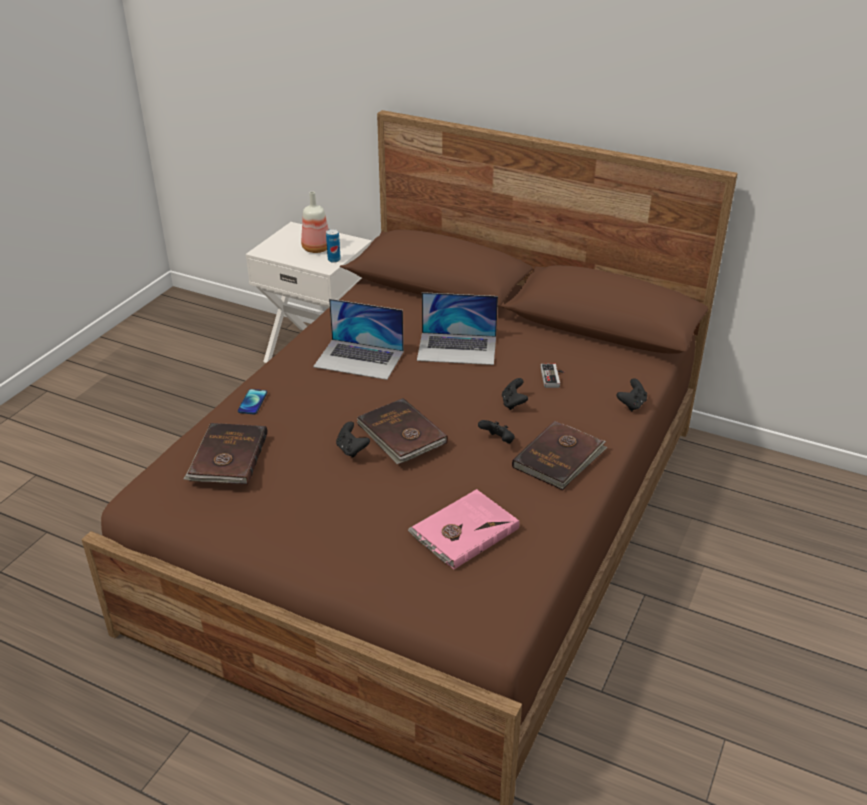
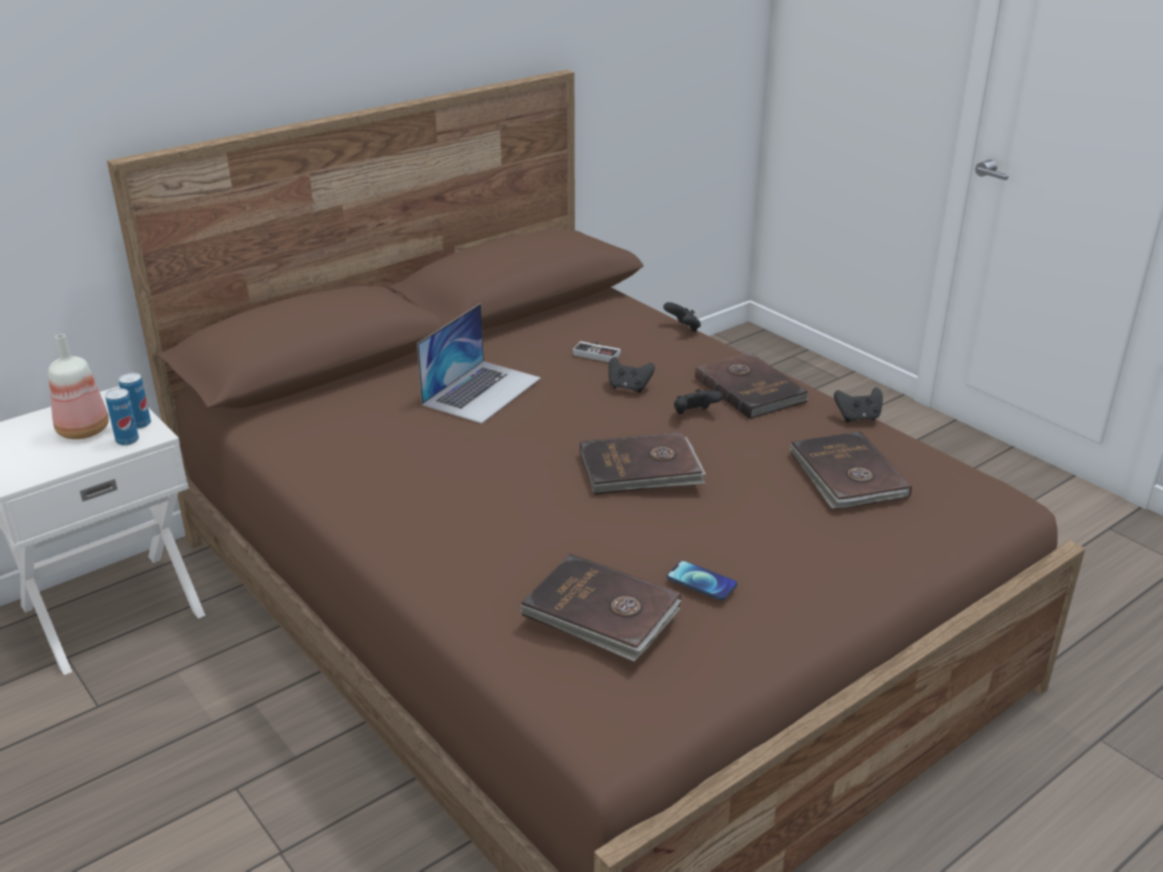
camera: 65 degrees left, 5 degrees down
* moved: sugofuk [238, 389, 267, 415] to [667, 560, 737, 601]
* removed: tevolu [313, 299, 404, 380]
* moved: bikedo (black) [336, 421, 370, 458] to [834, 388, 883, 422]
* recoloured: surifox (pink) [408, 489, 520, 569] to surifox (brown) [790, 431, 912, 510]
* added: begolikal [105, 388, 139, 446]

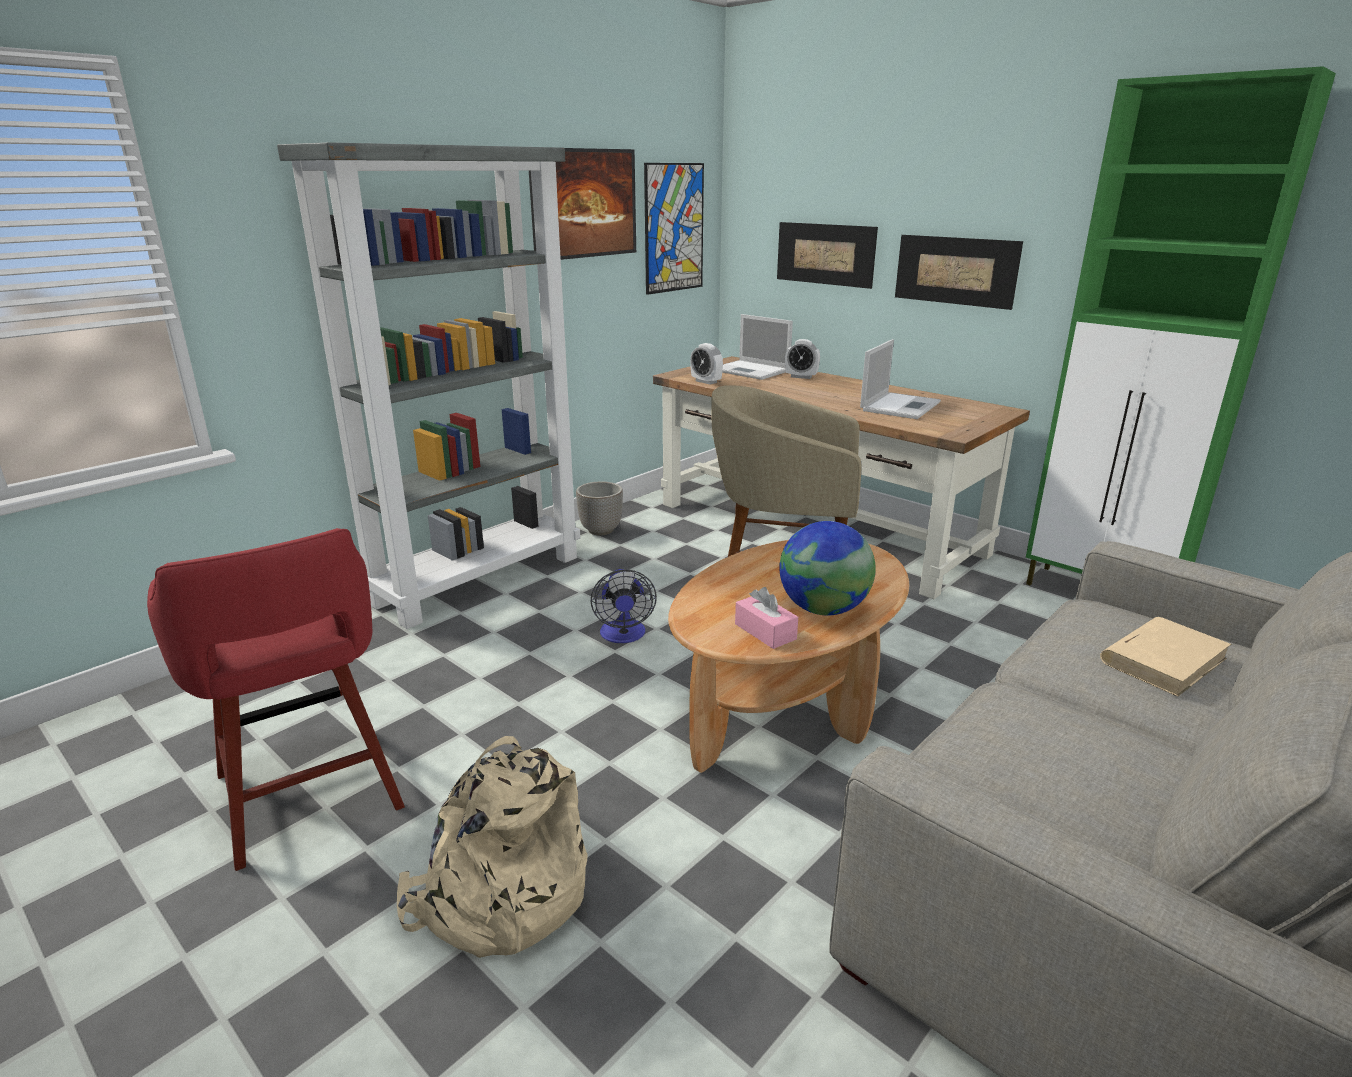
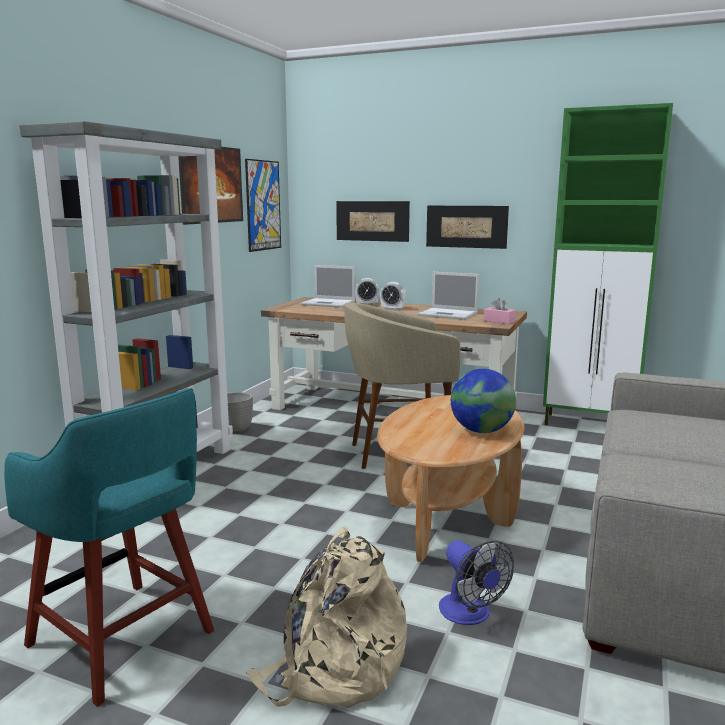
camera: 20 degrees left, 10 degrees down
* recoloured: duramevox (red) [147, 528, 405, 871] to duramevox (turquoise) [4, 388, 214, 707]
* moved: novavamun [591, 569, 657, 643] to [439, 541, 514, 625]
* moved: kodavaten [690, 343, 723, 385] to [380, 282, 406, 311]
* moved: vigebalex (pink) [735, 587, 798, 649] to [484, 298, 516, 324]
* turned: tevolu [860, 339, 941, 419] = [418, 272, 479, 320] 105 degrees clockwise
* removed: surifox (beige) [1100, 617, 1231, 697]

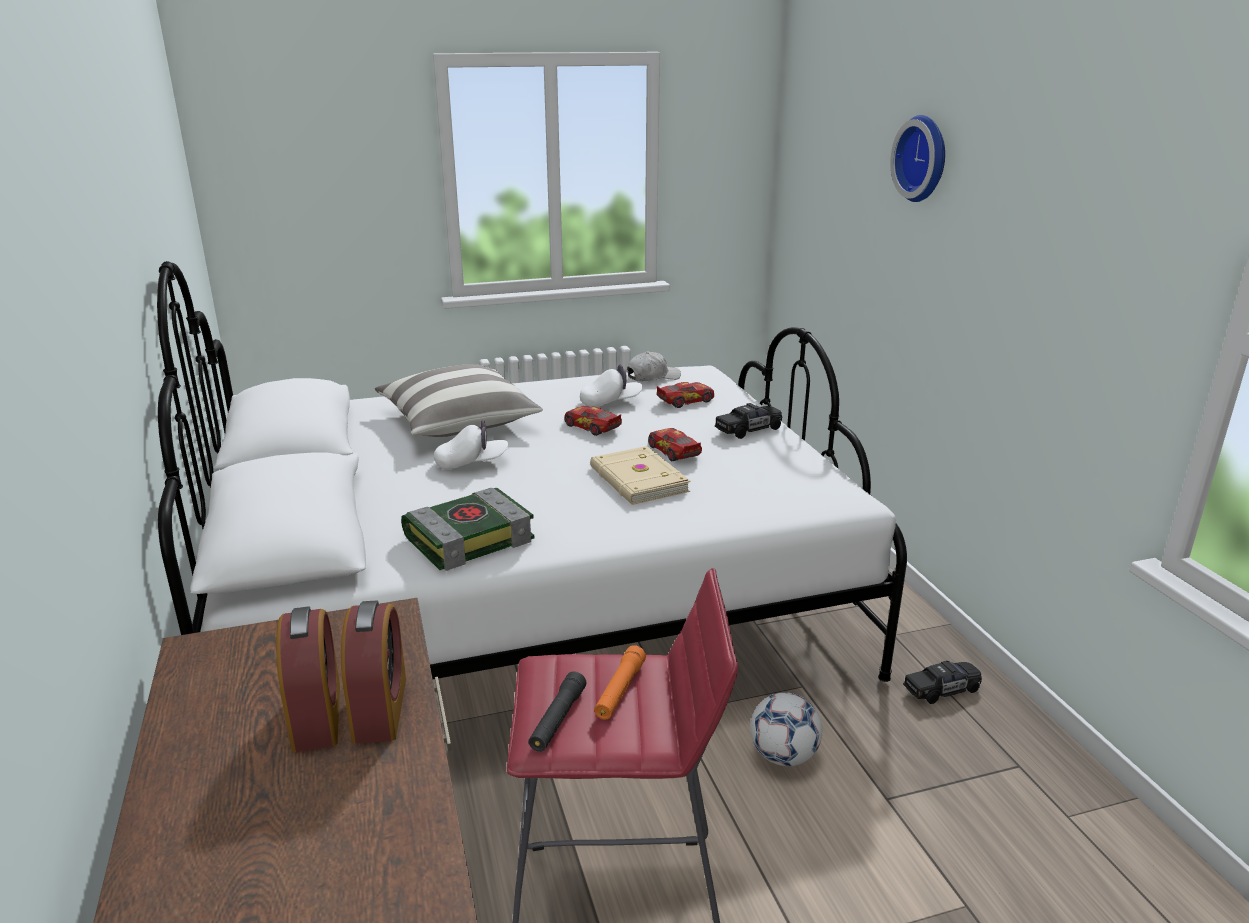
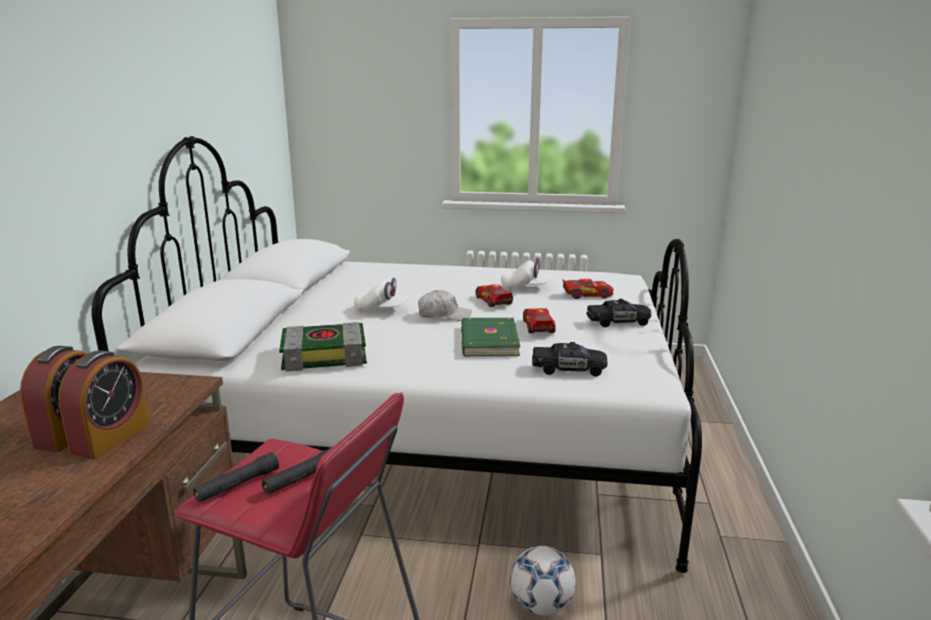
camera: 25 degrees right, 5 degrees down
* removed: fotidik [375, 364, 543, 437]
* recoloured: surifox (beige) [590, 446, 690, 505] to surifox (green) [461, 318, 520, 356]
* recoloured: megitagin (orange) [594, 645, 646, 720] to megitagin (black) [262, 446, 334, 495]
* moved: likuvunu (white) [627, 352, 681, 382] to [418, 290, 472, 321]
* removed: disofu [890, 115, 945, 202]
* moved: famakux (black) [903, 661, 982, 704] to [532, 342, 608, 376]

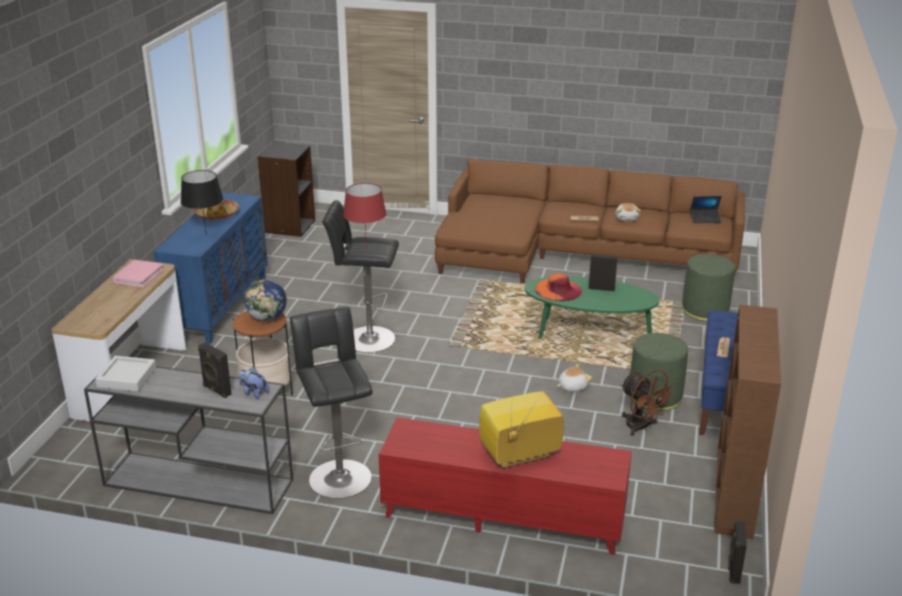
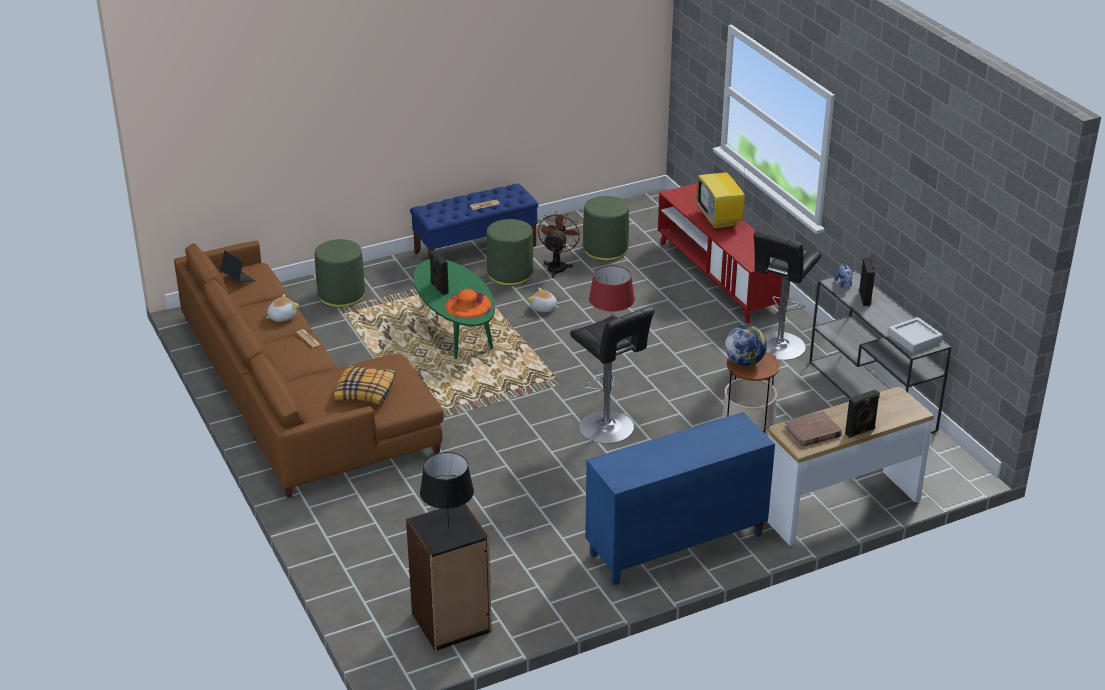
camera: 130 degrees left, 5 degrees up
* recoloured: surifox (pink) [113, 260, 164, 287] to surifox (brown) [784, 411, 842, 447]
* moved: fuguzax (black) [181, 170, 223, 231] to [420, 452, 474, 530]
* removed: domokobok [193, 199, 239, 220]
* turned: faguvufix [479, 391, 564, 469] = [696, 161, 745, 229] 45 degrees clockwise
* removed: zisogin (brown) [714, 304, 781, 539]
* moved: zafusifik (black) [728, 520, 747, 584] to [845, 390, 880, 438]
* added: fotidik [334, 365, 395, 405]
* added: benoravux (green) [583, 196, 629, 261]

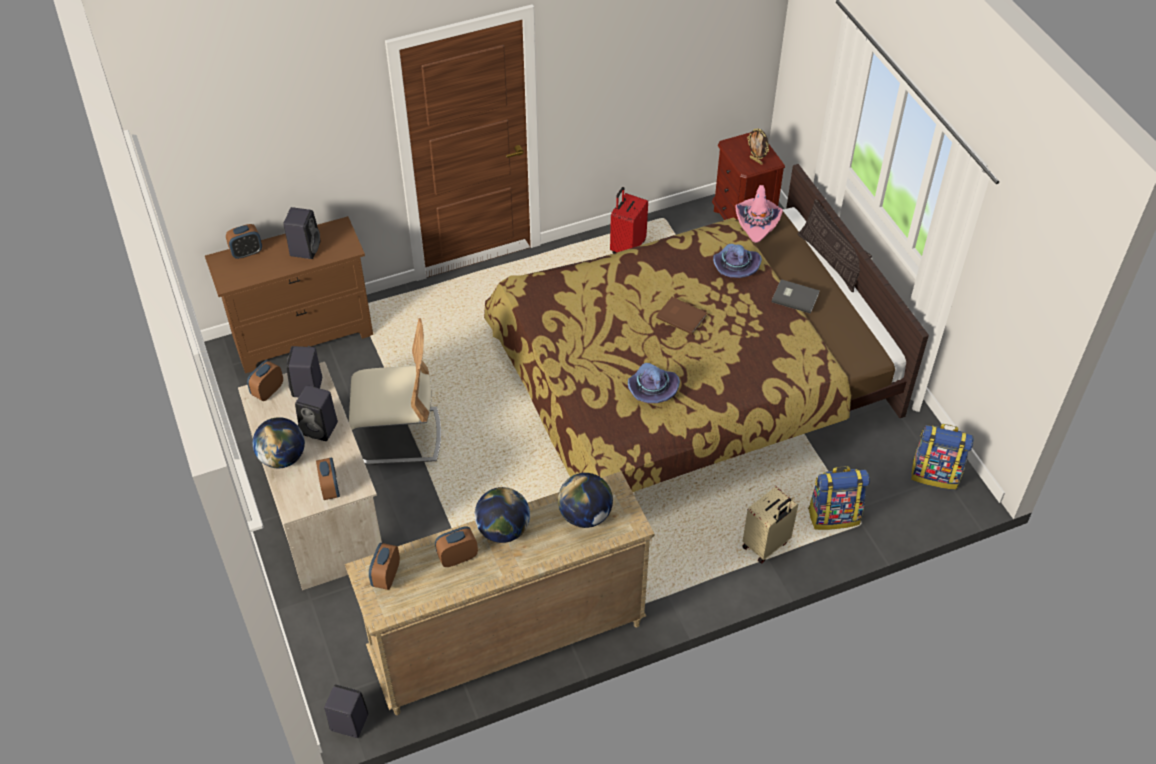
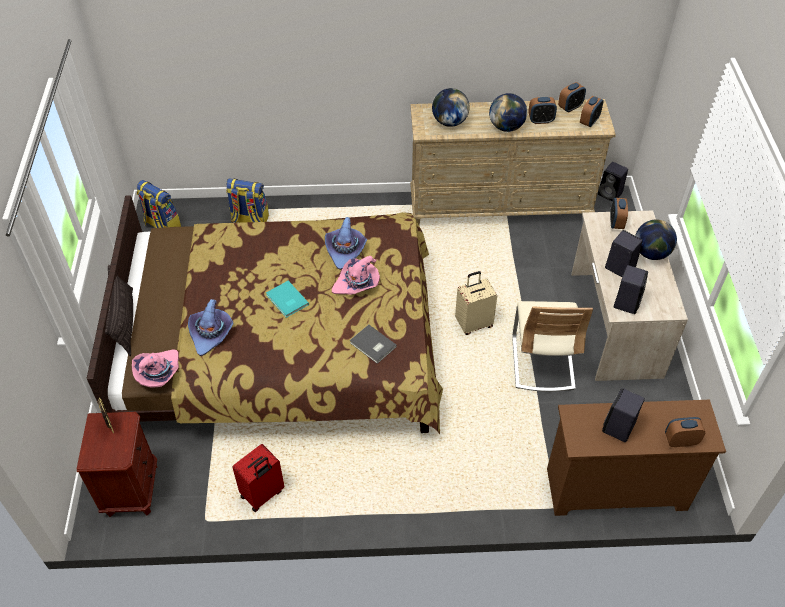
camera: 160 degrees left, 0 degrees up
* moved: kodavaten [247, 360, 283, 401] to [558, 82, 586, 113]
* turned: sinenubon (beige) [349, 318, 441, 465] = [512, 301, 593, 392] 105 degrees counterclockwise
* recoloured: surifox (brown) [656, 297, 707, 334] to surifox (turquoise) [266, 281, 309, 318]
* moved: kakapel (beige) [742, 486, 798, 564] to [455, 271, 497, 335]
* moved: surifox (grey) [772, 279, 820, 314] to [350, 325, 397, 364]
* added: domokobok (pink) [332, 256, 380, 295]

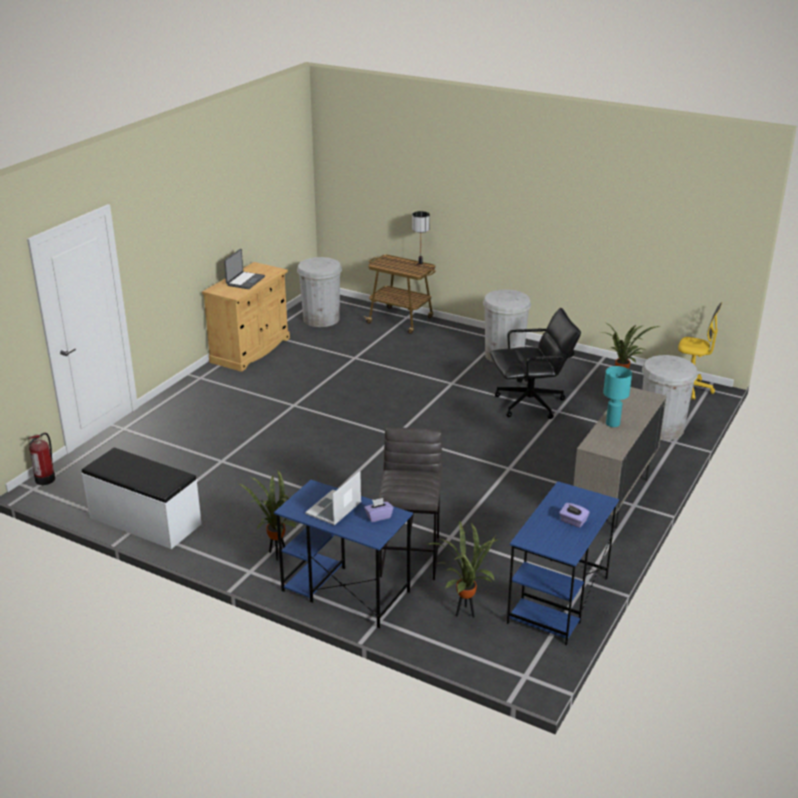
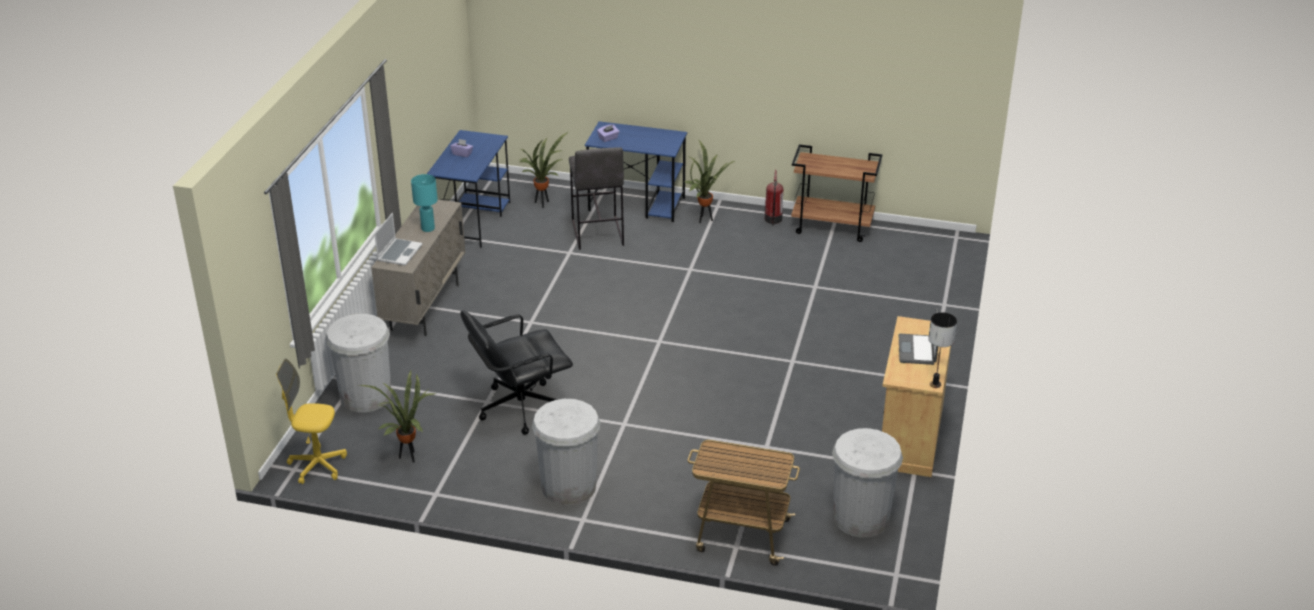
camera: 165 degrees right, 5 degrees up
* moved: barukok [28, 433, 55, 485] to [765, 170, 783, 225]
* replaced: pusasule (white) [82, 448, 202, 549] to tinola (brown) [791, 144, 882, 242]
* moved: tevolu [305, 471, 361, 525] to [374, 213, 423, 266]
* moved: fuguzax [412, 211, 430, 266] to [928, 312, 957, 388]

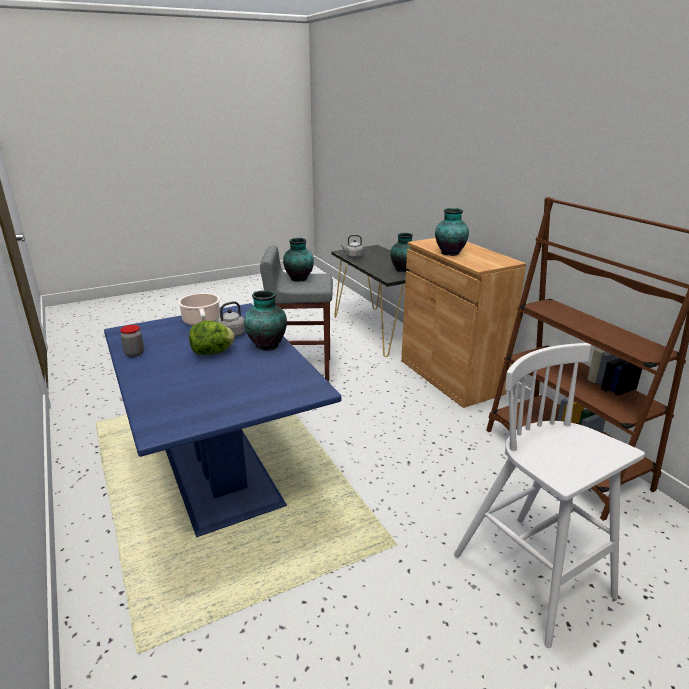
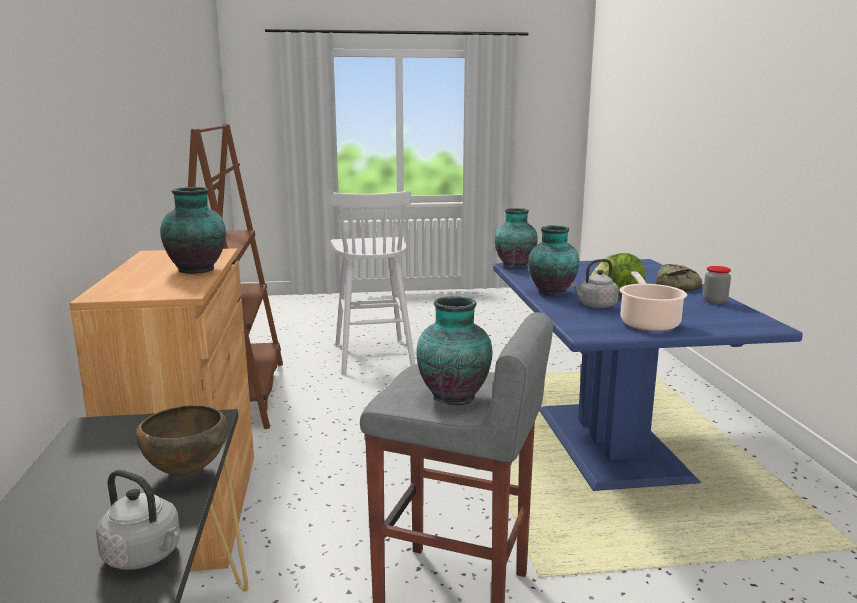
camera: 160 degrees left, 10 degrees down
* moved: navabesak [390, 233, 413, 272] to [494, 208, 538, 268]
* added: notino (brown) [136, 405, 227, 477]
* added: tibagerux [656, 264, 702, 291]

